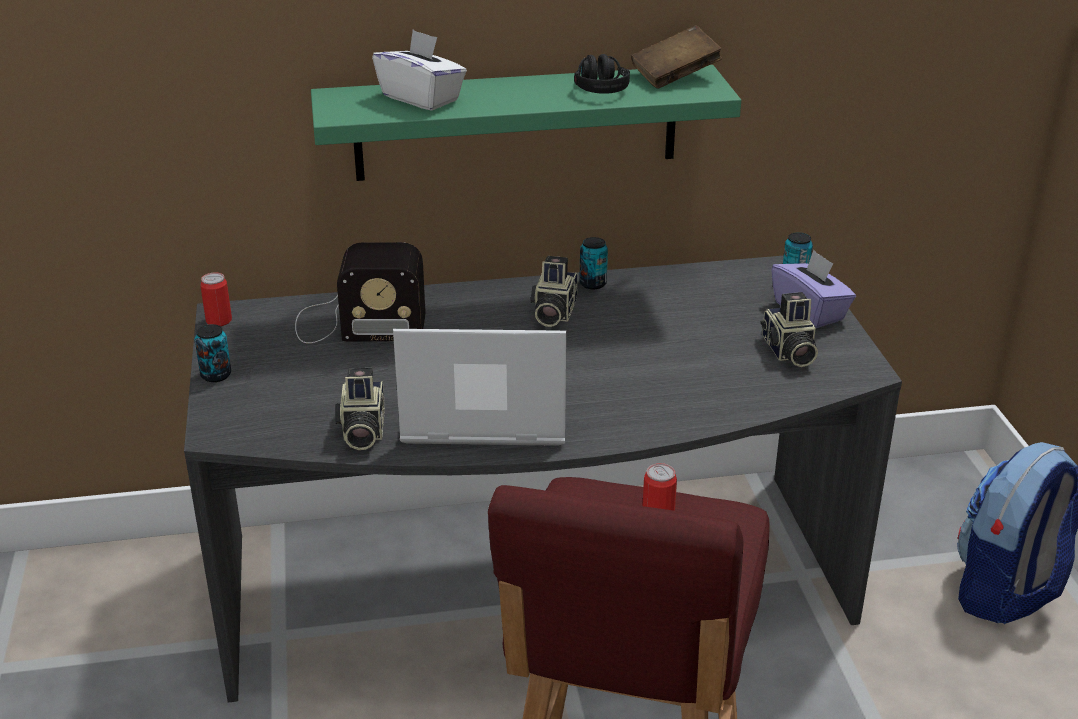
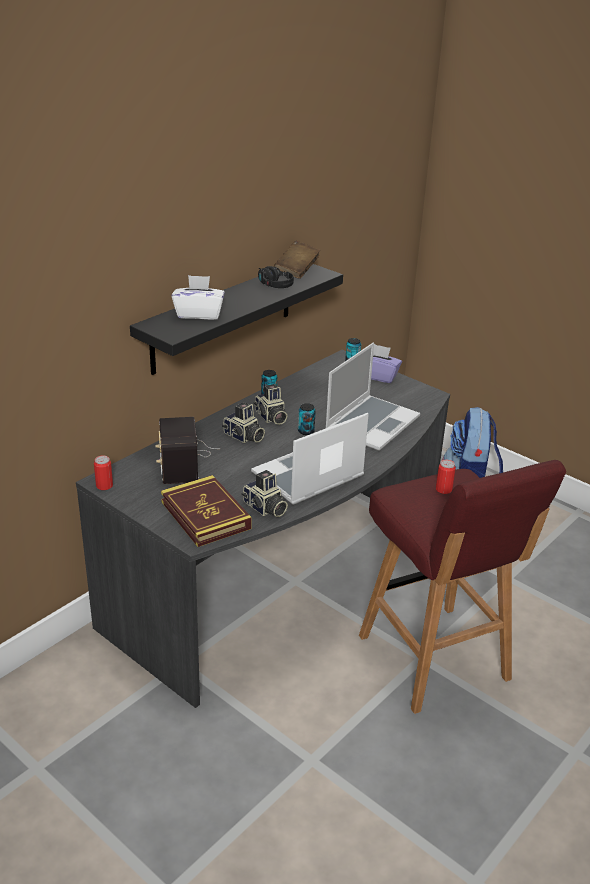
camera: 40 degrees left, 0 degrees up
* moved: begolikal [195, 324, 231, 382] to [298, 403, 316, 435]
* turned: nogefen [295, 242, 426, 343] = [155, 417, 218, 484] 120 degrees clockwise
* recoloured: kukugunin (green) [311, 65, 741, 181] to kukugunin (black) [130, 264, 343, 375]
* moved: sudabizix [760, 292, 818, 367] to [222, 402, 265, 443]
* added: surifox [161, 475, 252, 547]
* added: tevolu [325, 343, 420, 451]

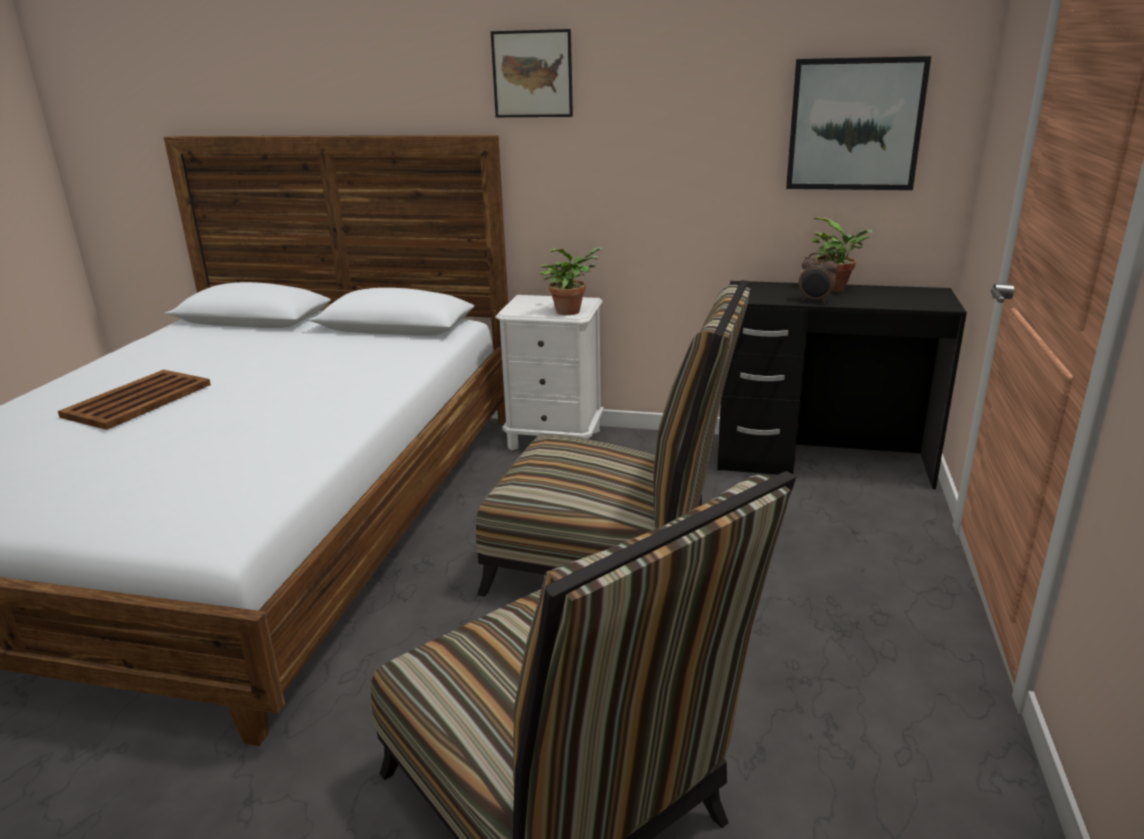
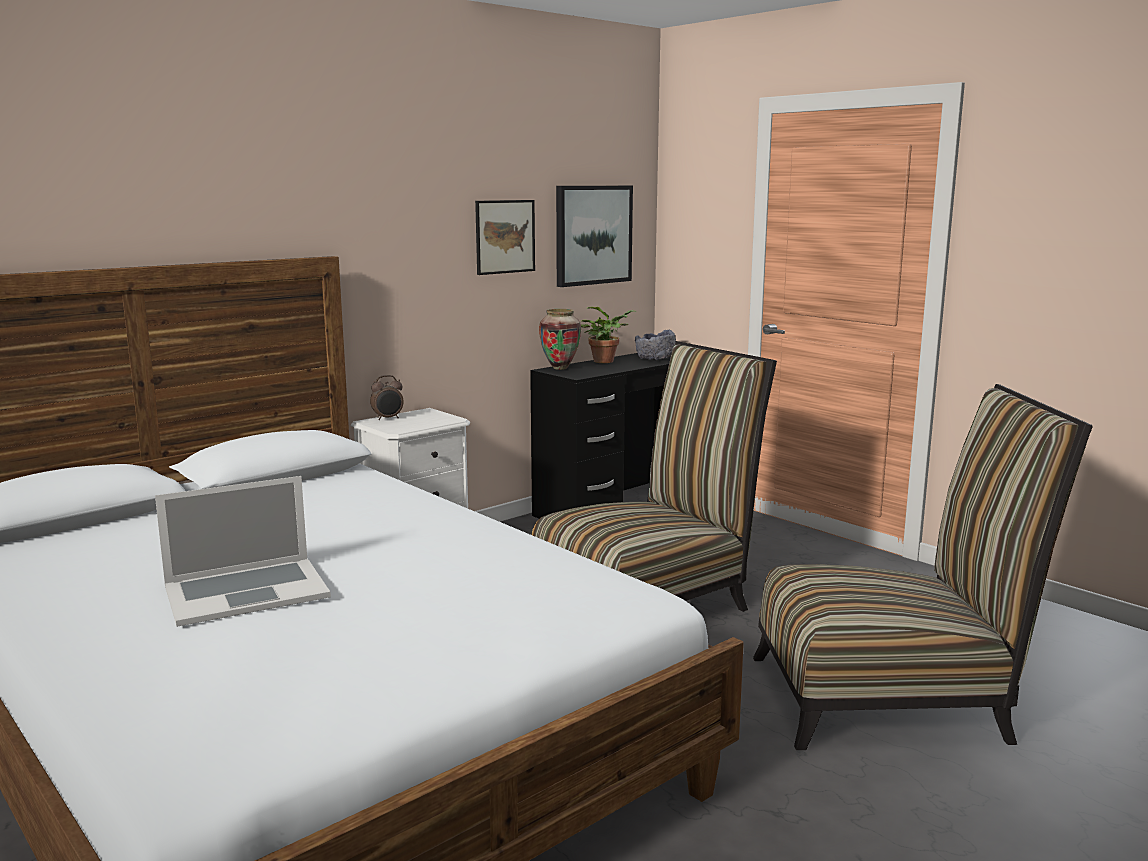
camera: 55 degrees left, 10 degrees down
* replaced: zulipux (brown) [58, 370, 211, 430] to tevolu [155, 476, 331, 627]
* moved: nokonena [491, 29, 573, 117] to [475, 200, 535, 275]
* removed: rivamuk [540, 247, 604, 315]
* moved: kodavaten [799, 253, 837, 303] to [370, 375, 404, 420]
* added: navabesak [539, 309, 581, 370]
* added: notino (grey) [635, 330, 676, 360]

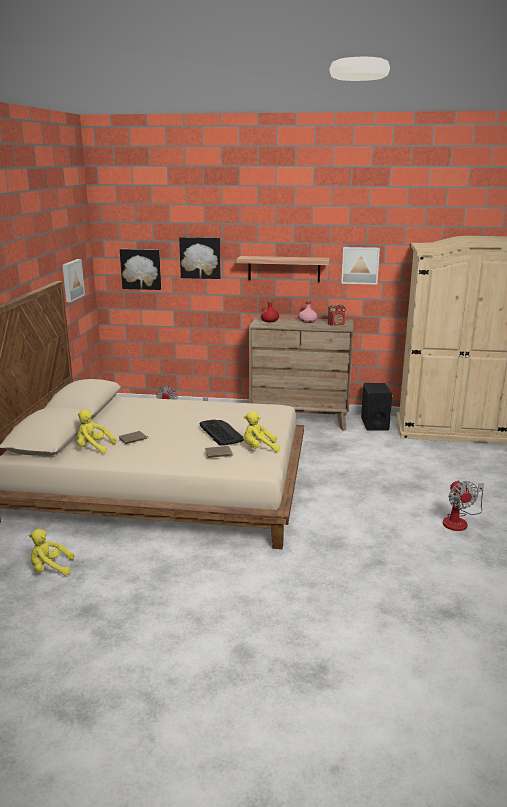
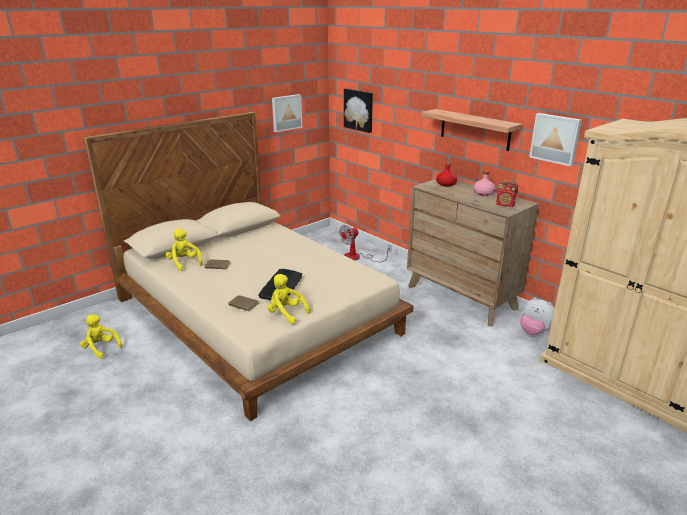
camera: 40 degrees right, 5 degrees up
* removed: nokonena [179, 237, 221, 279]
* replaced: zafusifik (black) [361, 383, 392, 431] to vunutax [520, 297, 555, 335]
* removed: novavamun [443, 480, 484, 531]

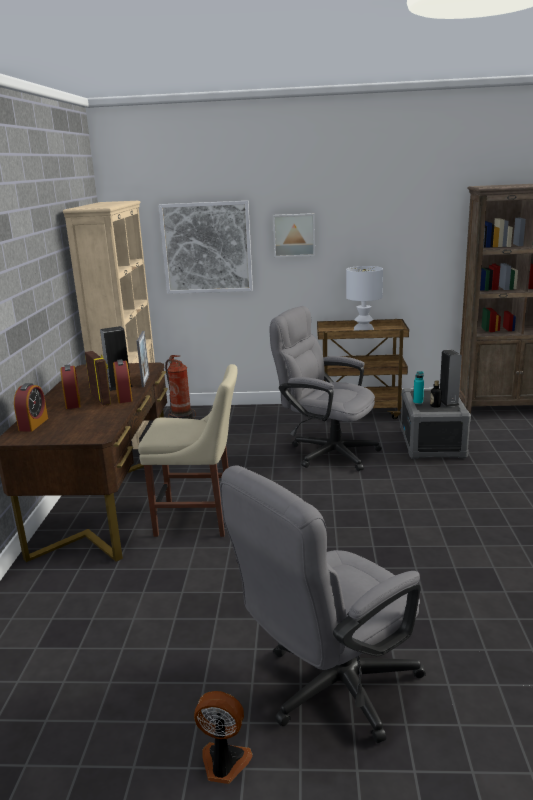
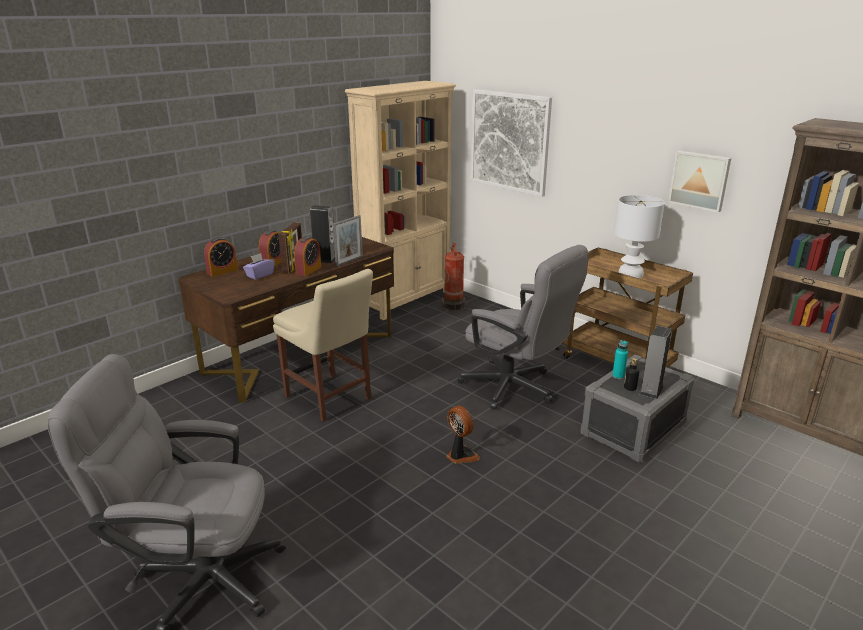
camera: 40 degrees right, 5 degrees up
* moved: novavamun [194, 691, 253, 784] to [446, 406, 480, 463]
* turned: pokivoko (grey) [269, 306, 382, 471] = [457, 245, 589, 409] 150 degrees clockwise
* moved: nokonena [273, 213, 315, 257] to [668, 151, 731, 213]
* added: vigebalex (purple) [243, 253, 275, 280]

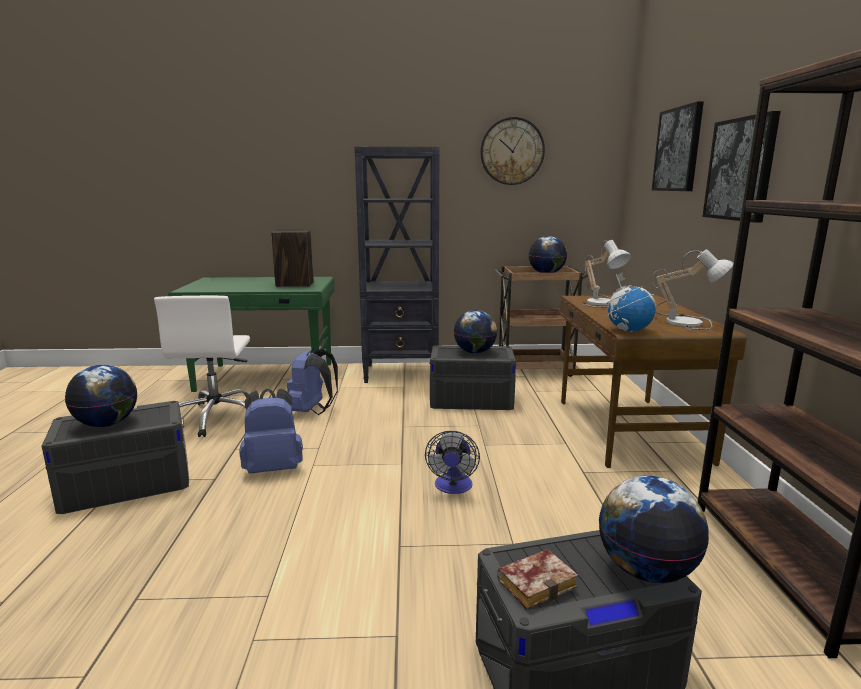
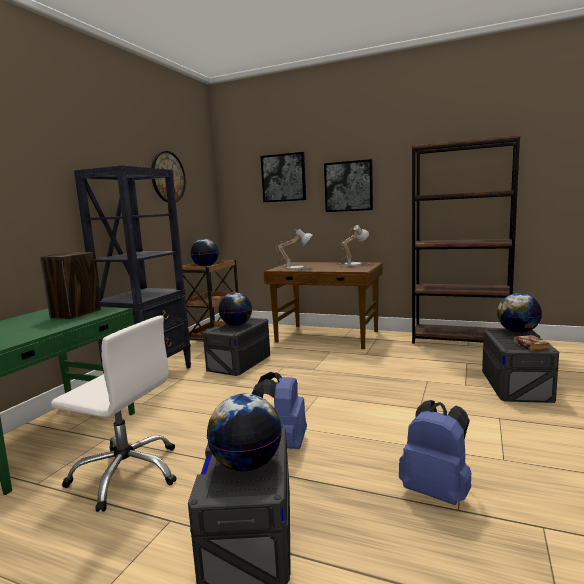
camera: 65 degrees left, 5 degrees down
* moved: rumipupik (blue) [287, 348, 338, 415] to [399, 400, 471, 505]
* removed: novavamun [425, 431, 480, 494]
* removed: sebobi [605, 272, 656, 332]

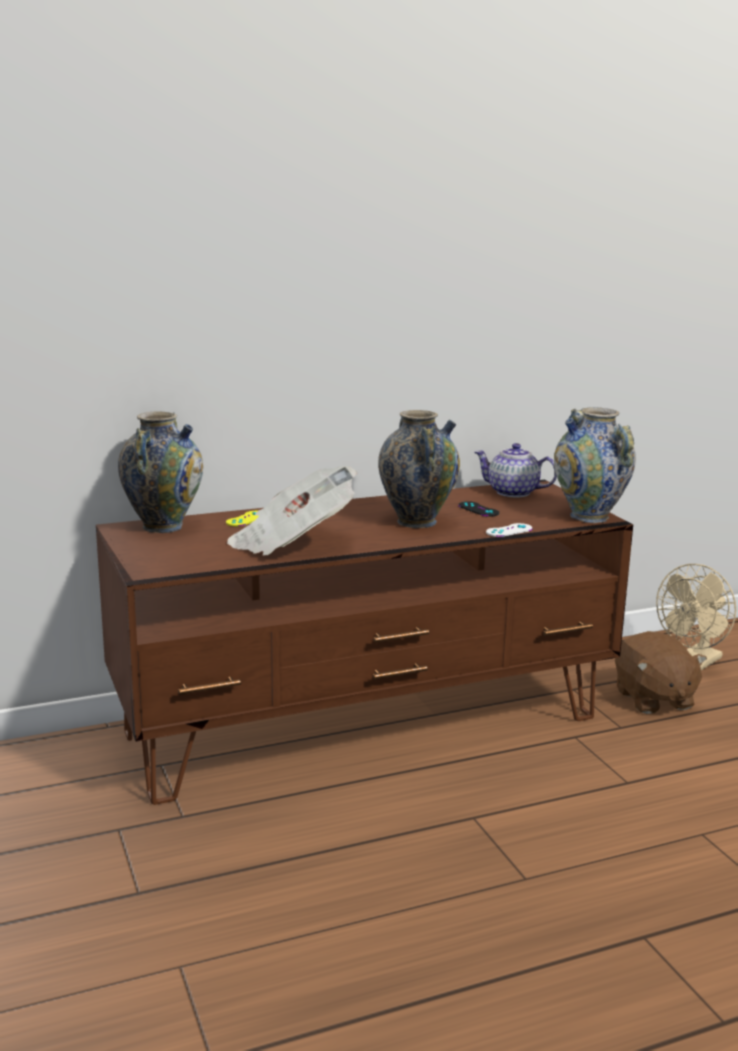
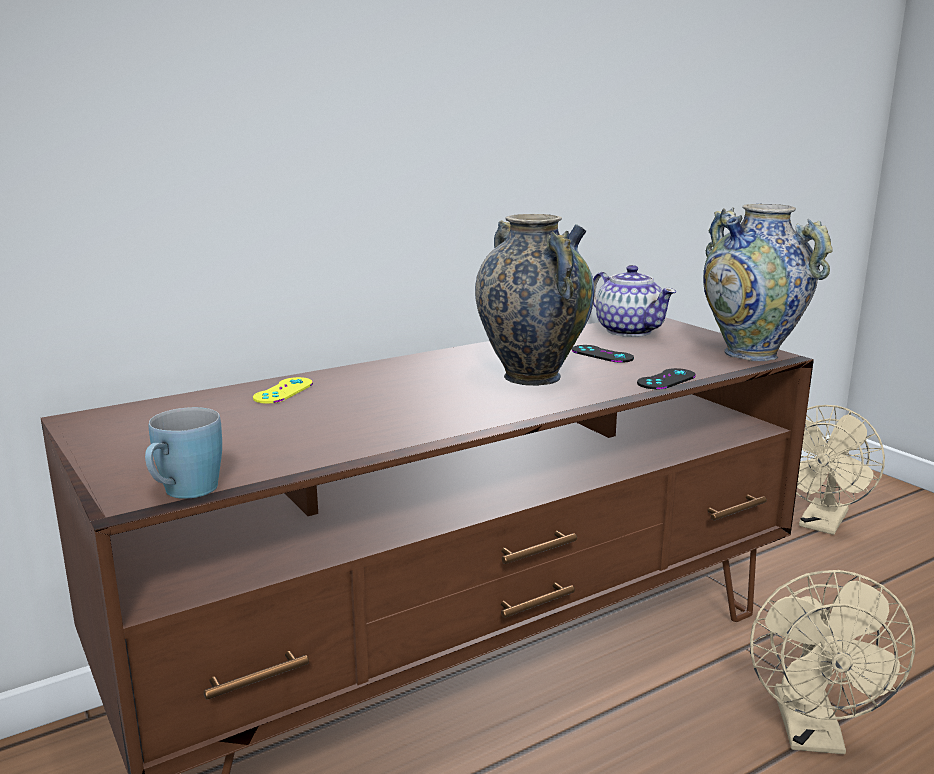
camera: 10 degrees left, 0 degrees up
* removed: navabesak [118, 412, 203, 533]
* removed: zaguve [227, 466, 358, 556]
* turned: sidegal [474, 443, 557, 497] = [593, 265, 676, 337] 135 degrees counterclockwise
* recoloured: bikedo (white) [486, 523, 533, 537] to bikedo (black) [637, 368, 696, 389]
* removed: vunutax (brown) [615, 631, 707, 714]
* added: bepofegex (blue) [145, 407, 222, 499]
* added: novavamun (beige) [750, 570, 915, 754]

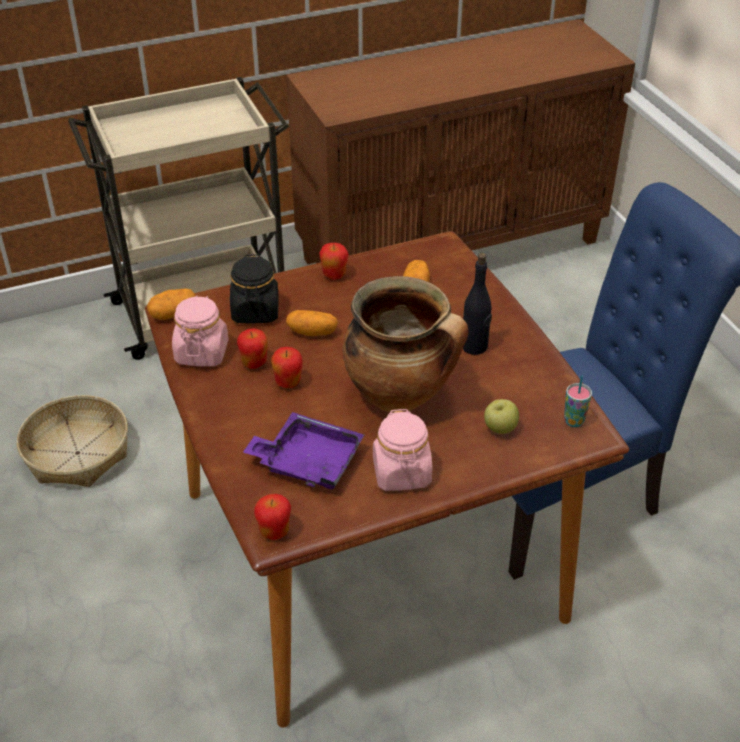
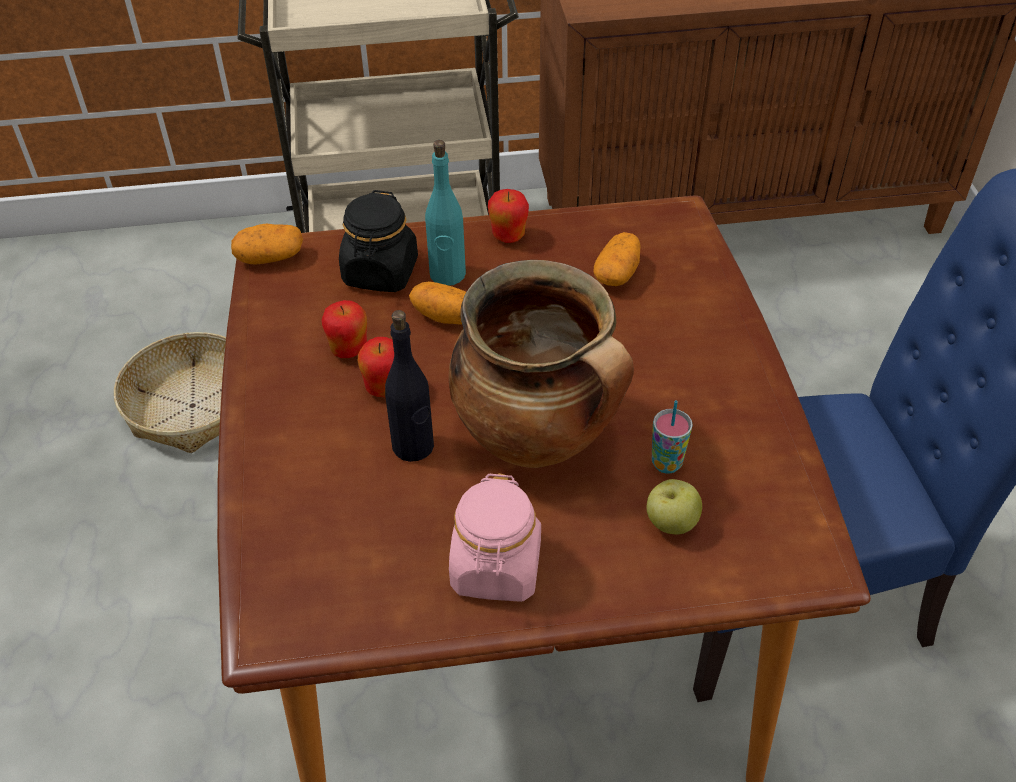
camera: 15 degrees right, 5 degrees up
* removed: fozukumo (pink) [172, 296, 228, 367]
* removed: zulipux (purple) [243, 412, 364, 489]
* removed: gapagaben [254, 494, 291, 540]
* moved: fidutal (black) [463, 253, 492, 355] to [385, 310, 434, 462]
* moved: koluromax [564, 376, 592, 427] to [652, 401, 693, 474]
* added: fidutal (turquoise) [425, 140, 466, 286]

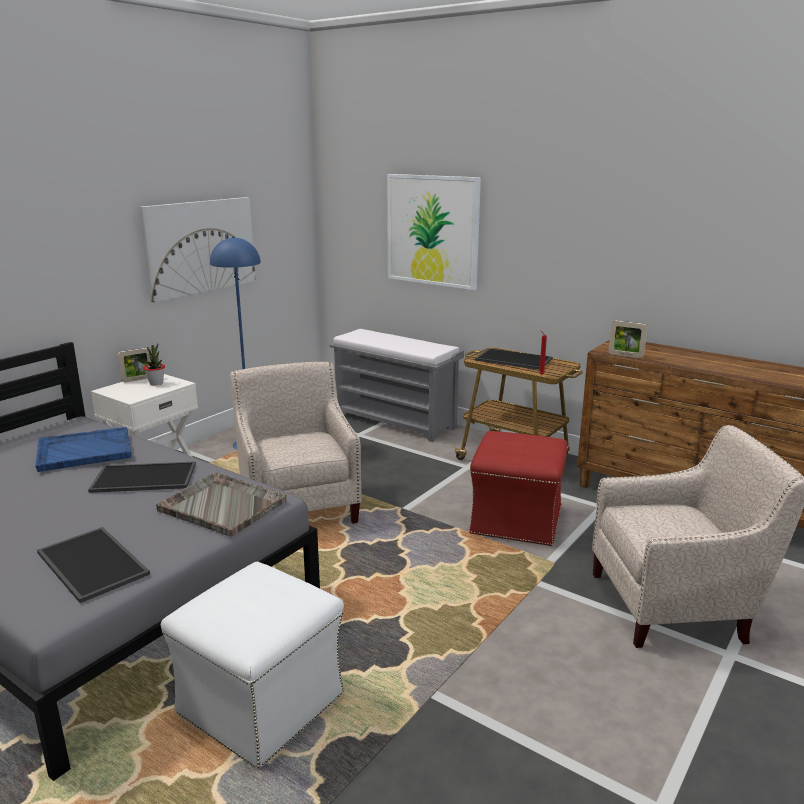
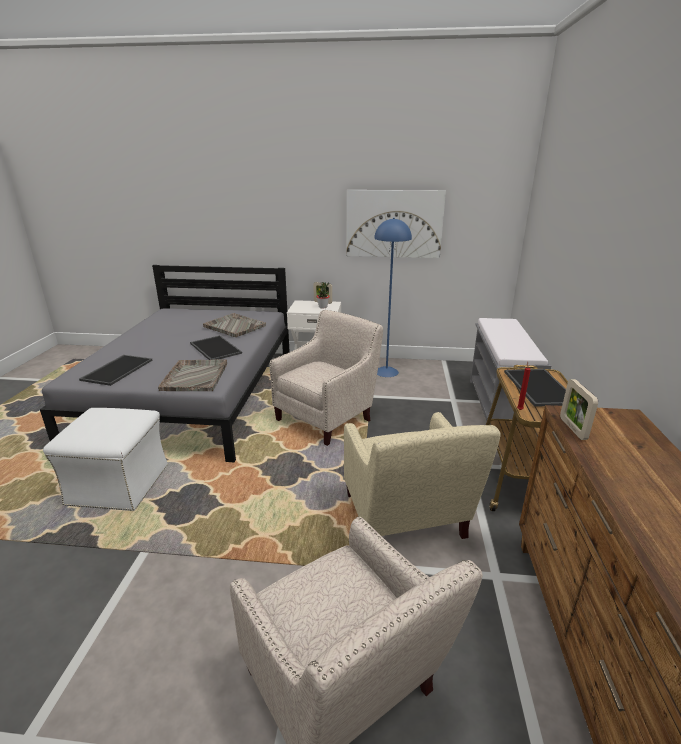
camera: 60 degrees right, 5 degrees up
* recoloured: zulipux (blue) [35, 427, 132, 472] to zulipux (grey) [203, 313, 266, 337]
* removed: nokonena [387, 174, 481, 290]
* replaced: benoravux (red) [469, 431, 568, 546] to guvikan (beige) [344, 412, 501, 539]

